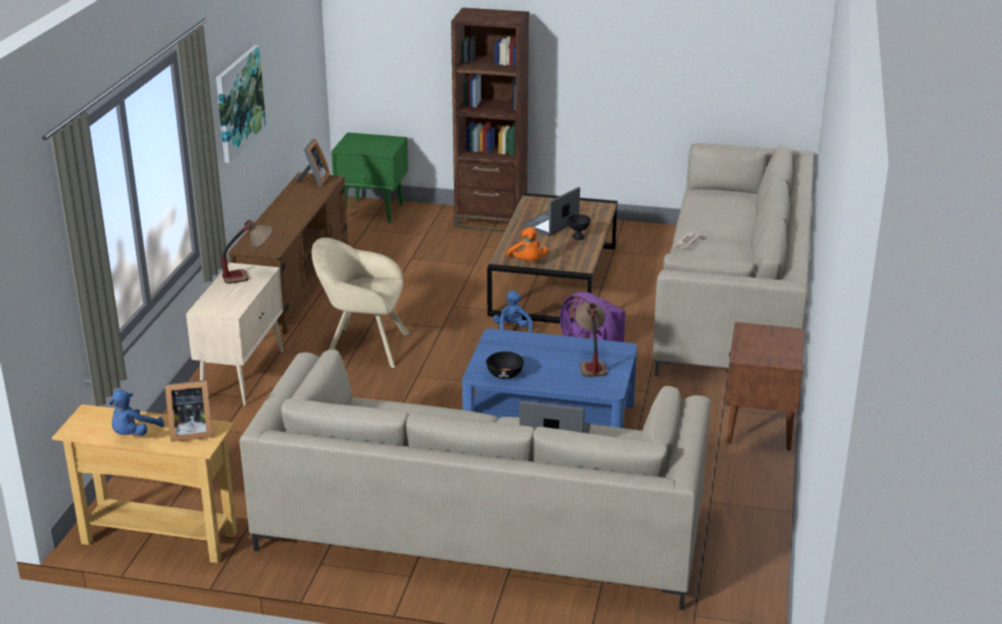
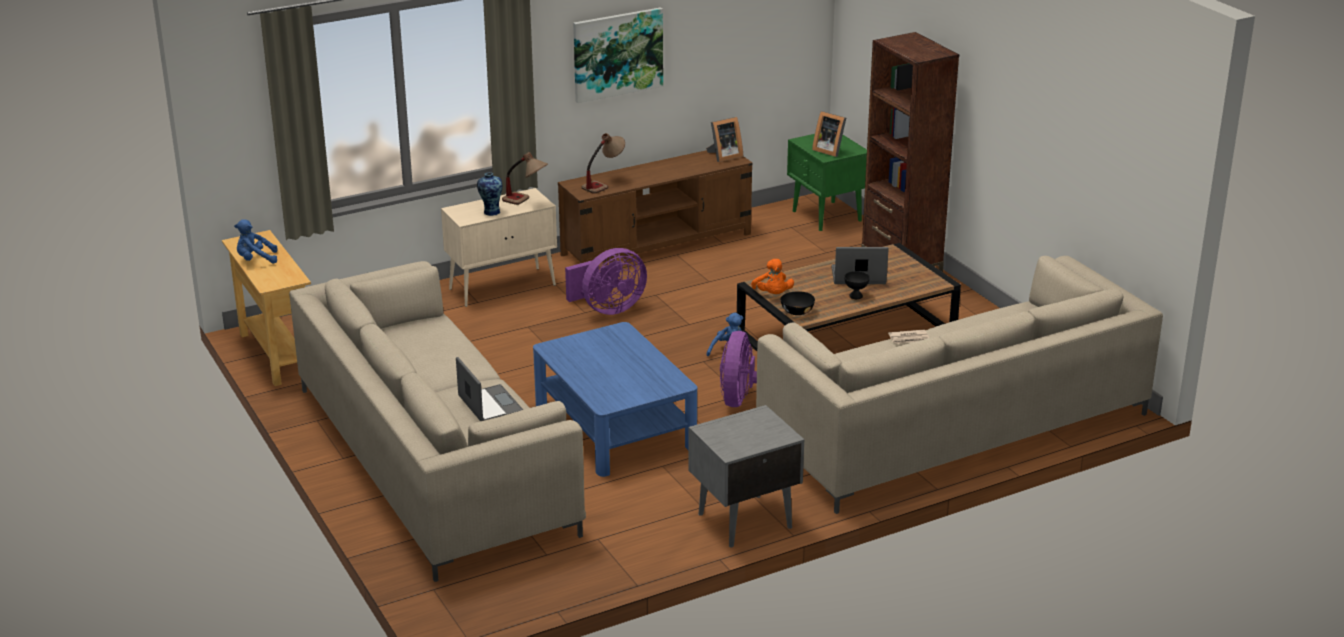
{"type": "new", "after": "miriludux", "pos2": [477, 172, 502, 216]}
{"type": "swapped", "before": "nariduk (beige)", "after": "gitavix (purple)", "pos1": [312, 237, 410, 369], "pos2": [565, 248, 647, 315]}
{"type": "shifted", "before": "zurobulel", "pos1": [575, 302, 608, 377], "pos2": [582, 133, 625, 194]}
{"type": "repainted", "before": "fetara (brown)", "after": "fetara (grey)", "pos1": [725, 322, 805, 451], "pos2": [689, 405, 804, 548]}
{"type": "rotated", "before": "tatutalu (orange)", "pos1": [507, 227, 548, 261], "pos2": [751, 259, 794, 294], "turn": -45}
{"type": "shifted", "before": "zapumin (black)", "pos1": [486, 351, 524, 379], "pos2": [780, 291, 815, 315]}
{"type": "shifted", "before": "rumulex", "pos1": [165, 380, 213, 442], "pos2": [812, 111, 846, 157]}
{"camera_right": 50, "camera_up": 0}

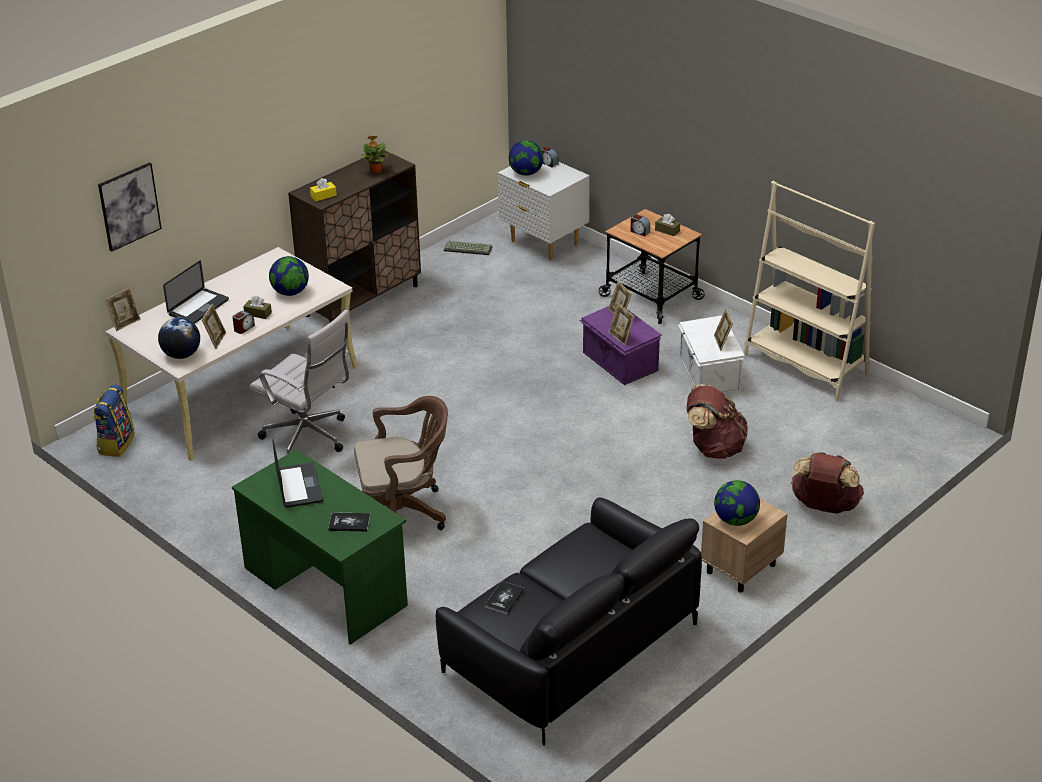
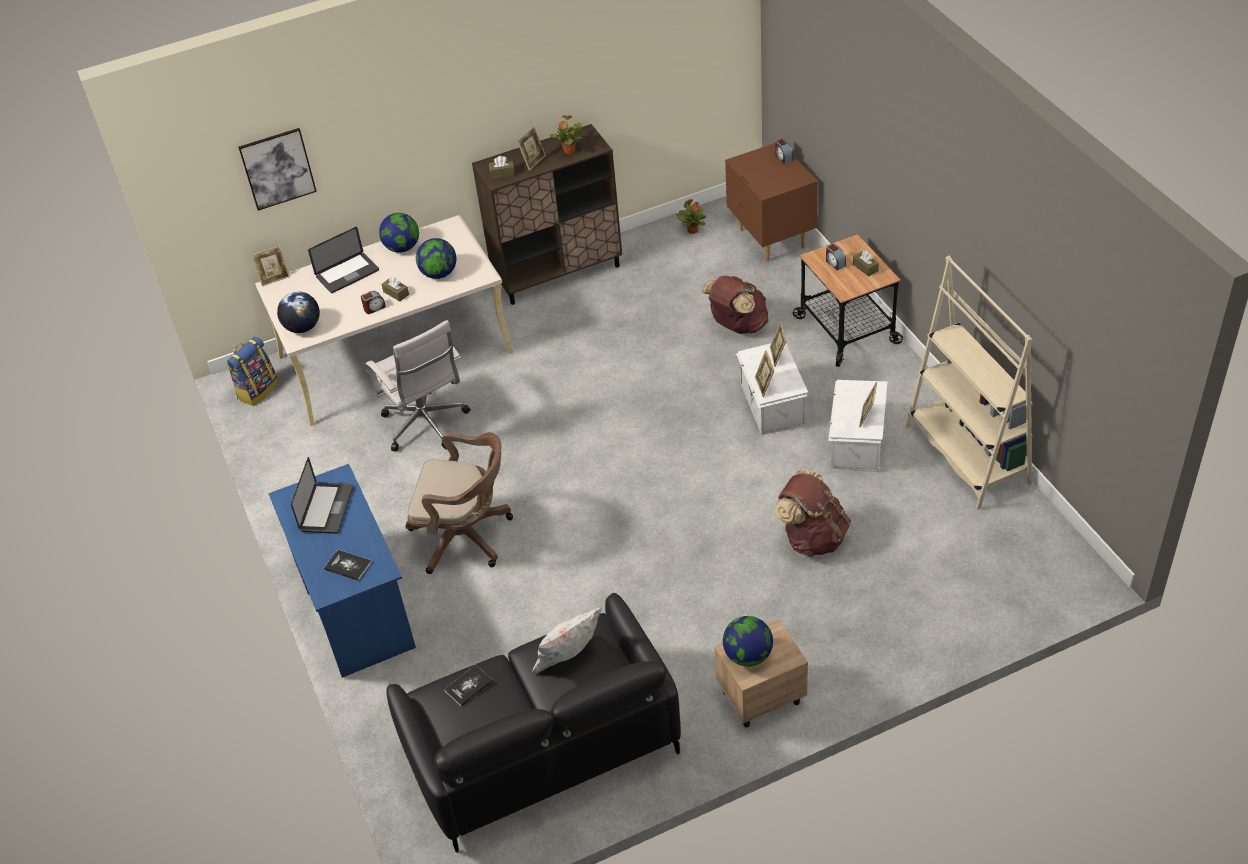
{"type": "repainted", "before": "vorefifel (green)", "after": "vorefifel (blue)", "pos1": [232, 449, 408, 645], "pos2": [268, 464, 416, 678]}
{"type": "shifted", "before": "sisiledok", "pos1": [509, 140, 544, 176], "pos2": [379, 213, 419, 253]}
{"type": "repainted", "before": "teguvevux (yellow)", "after": "teguvevux (brown)", "pos1": [310, 178, 337, 201], "pos2": [489, 156, 515, 179]}
{"type": "shifted", "before": "rumulex", "pos1": [202, 304, 226, 349], "pos2": [517, 126, 546, 171]}
{"type": "new", "after": "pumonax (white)", "pos2": [532, 608, 602, 673]}
{"type": "swapped", "before": "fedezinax", "after": "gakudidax", "pos1": [444, 241, 493, 255], "pos2": [676, 199, 706, 234]}
{"type": "shifted", "before": "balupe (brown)", "pos1": [791, 452, 864, 514], "pos2": [701, 276, 769, 334]}
{"type": "repainted", "before": "fetara (white)", "after": "fetara (brown)", "pos1": [498, 162, 590, 260], "pos2": [725, 143, 818, 262]}
{"type": "repainted", "before": "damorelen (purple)", "after": "damorelen (white)", "pos1": [579, 306, 662, 385], "pos2": [736, 343, 808, 435]}
{"camera_right": 25, "camera_up": 10}

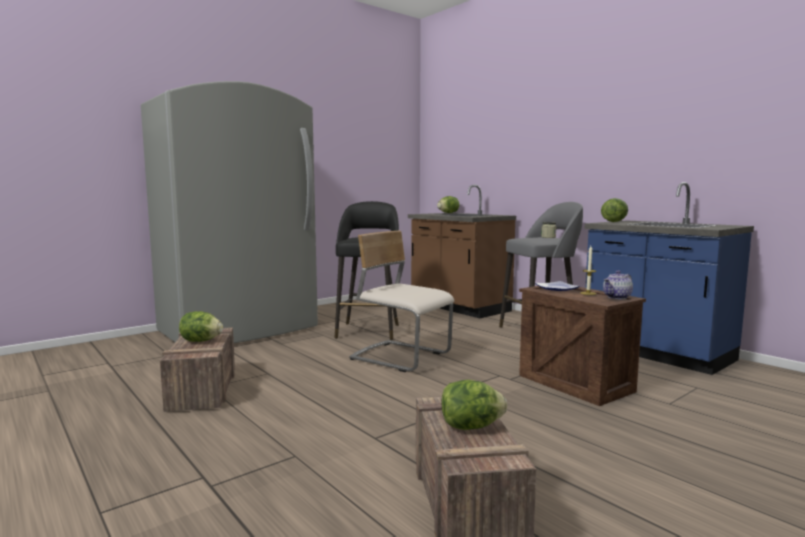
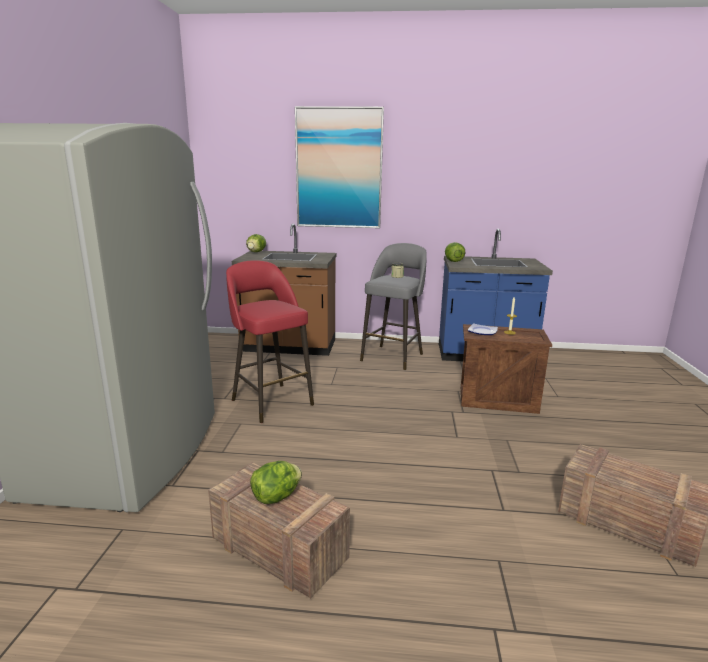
{"type": "repainted", "before": "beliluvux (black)", "after": "beliluvux (red)", "pos1": [335, 201, 399, 340], "pos2": [226, 260, 314, 423]}
{"type": "new", "after": "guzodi", "pos2": [295, 106, 384, 228]}
{"type": "gone", "before": "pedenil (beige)", "pos1": [349, 231, 454, 372]}
{"type": "gone", "before": "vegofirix", "pos1": [442, 380, 507, 430]}
{"type": "gone", "before": "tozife", "pos1": [603, 270, 633, 299]}
{"camera_right": -45, "camera_up": 10}

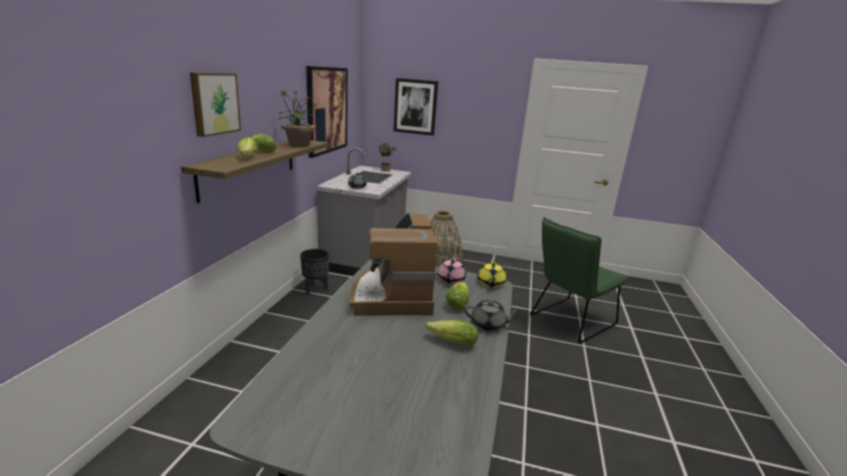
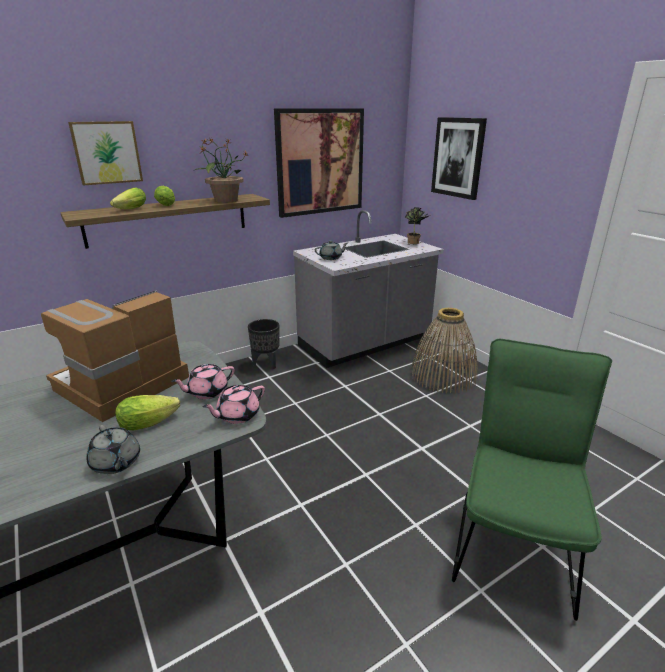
{"type": "repainted", "before": "tozife (yellow)", "after": "tozife (pink)", "pos1": [477, 261, 506, 288], "pos2": [202, 385, 265, 424]}
{"type": "rotated", "before": "pedenil (green)", "pos1": [530, 217, 628, 343], "pos2": [452, 339, 612, 621], "turn": 105}
{"type": "gone", "before": "vegofirix", "pos1": [426, 320, 478, 346]}
{"camera_right": 45, "camera_up": 5}

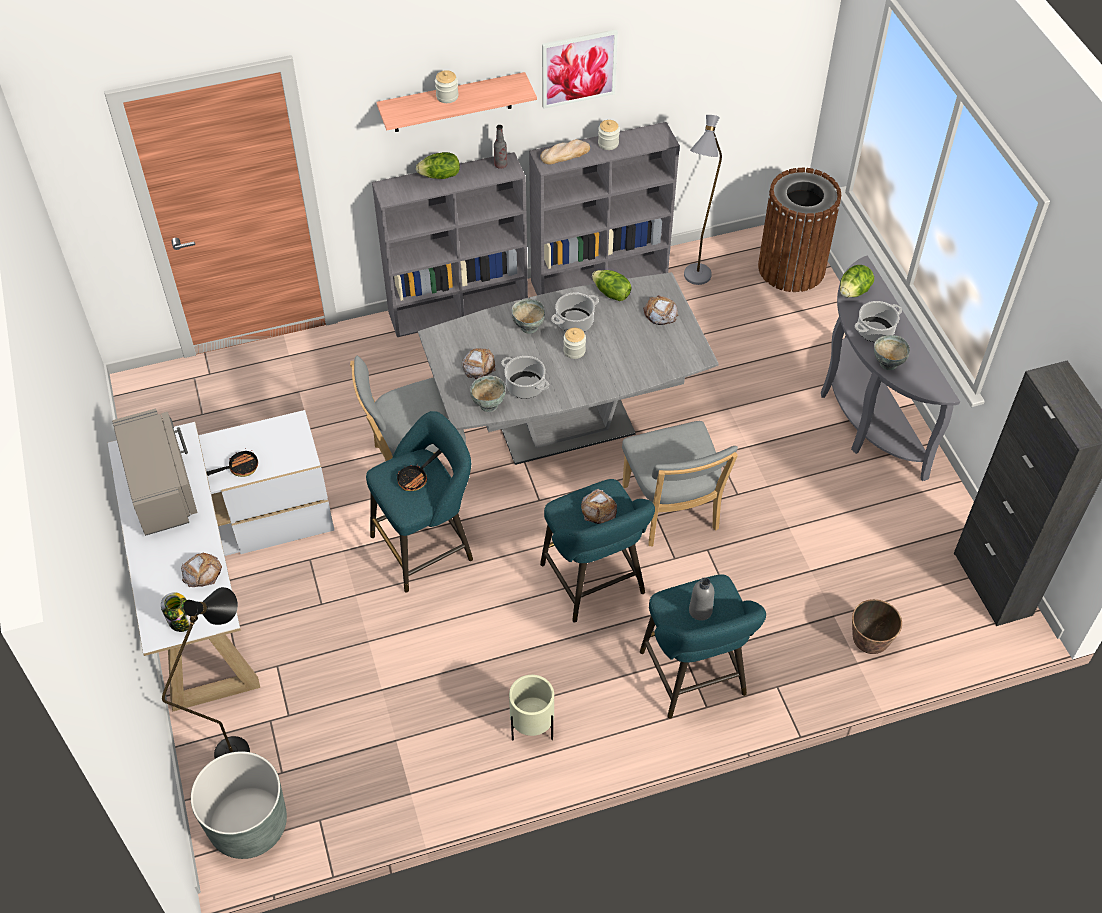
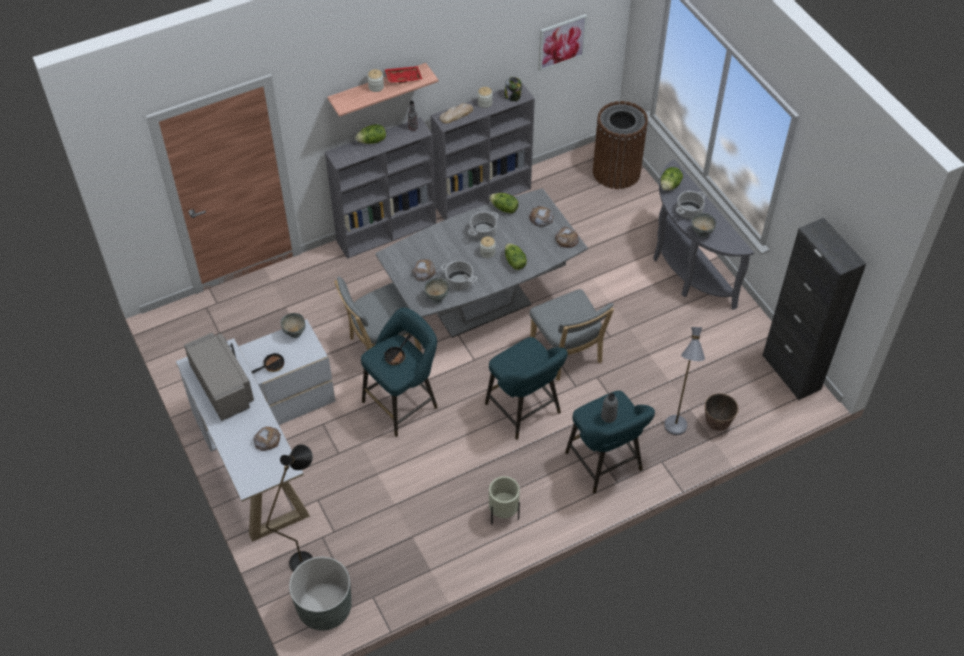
{"type": "shifted", "before": "zapumin (grey)", "pos1": [512, 299, 545, 334], "pos2": [280, 313, 305, 338]}
{"type": "new", "after": "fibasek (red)", "pos2": [385, 66, 423, 83]}
{"type": "shifted", "before": "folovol", "pos1": [161, 592, 191, 632], "pos2": [505, 77, 522, 101]}
{"type": "new", "after": "vegofirix", "pos2": [505, 243, 527, 270]}
{"type": "shifted", "before": "guzodi", "pos1": [542, 29, 618, 109], "pos2": [539, 14, 587, 71]}
{"type": "shifted", "before": "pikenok", "pos1": [581, 489, 617, 524], "pos2": [555, 226, 579, 248]}
{"type": "shifted", "before": "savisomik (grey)", "pos1": [684, 115, 722, 285], "pos2": [664, 327, 705, 435]}
{"camera_right": -10, "camera_up": 0}

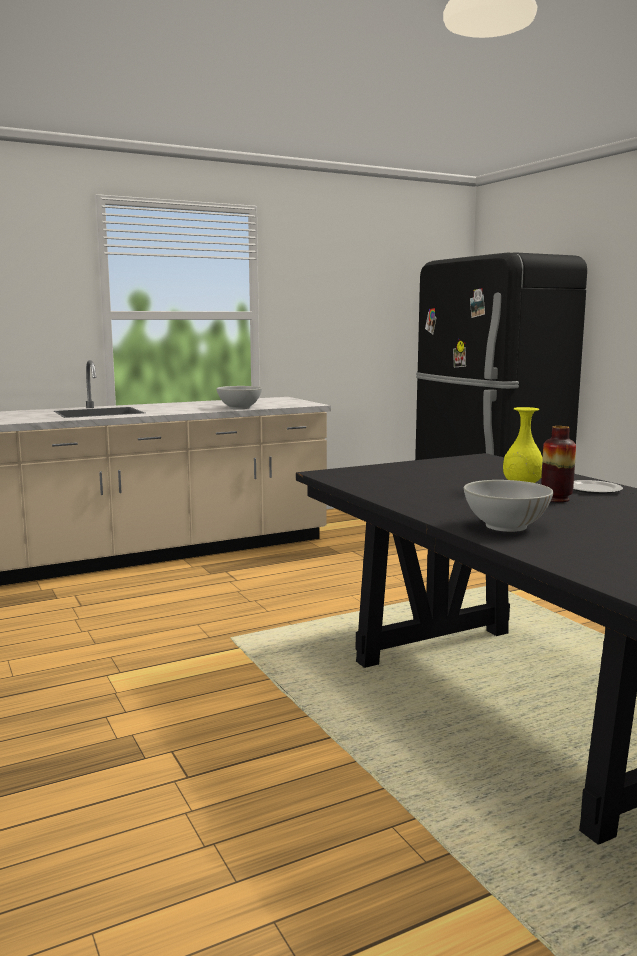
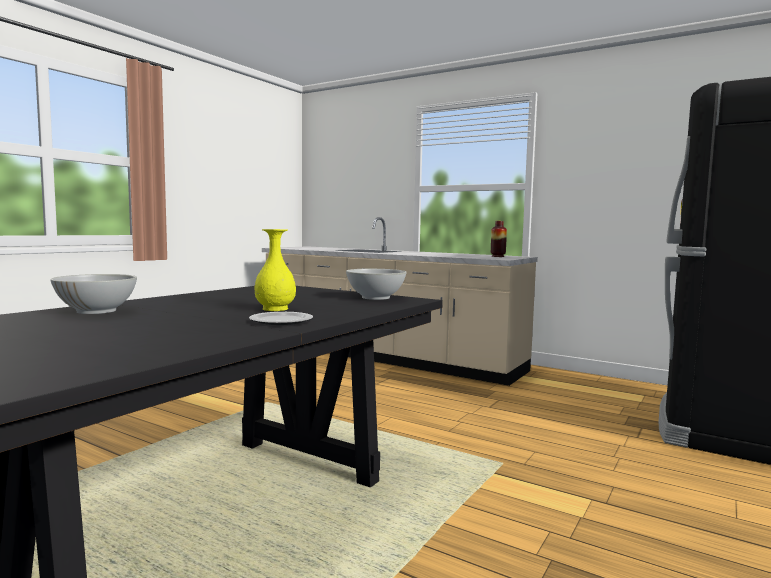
{"type": "shifted", "before": "zapumin (white)", "pos1": [216, 386, 262, 409], "pos2": [346, 269, 406, 300]}
{"type": "shifted", "before": "miriludux", "pos1": [541, 426, 576, 502], "pos2": [491, 221, 507, 257]}
{"camera_right": 60, "camera_up": -5}

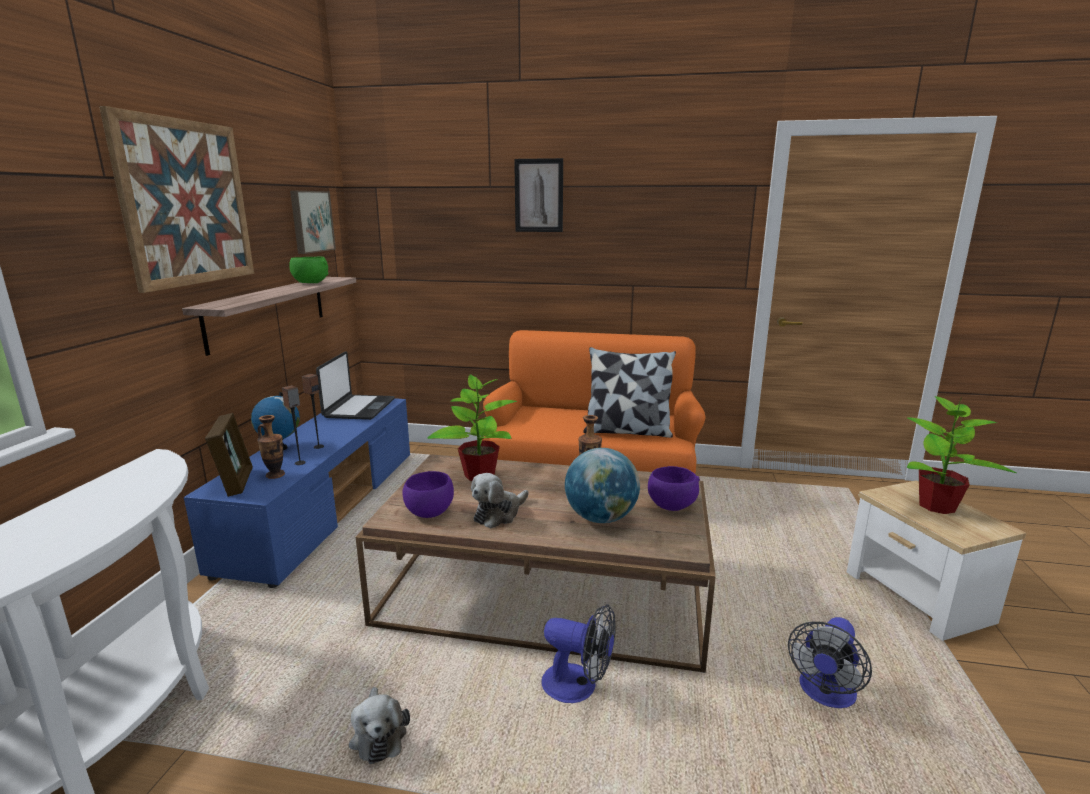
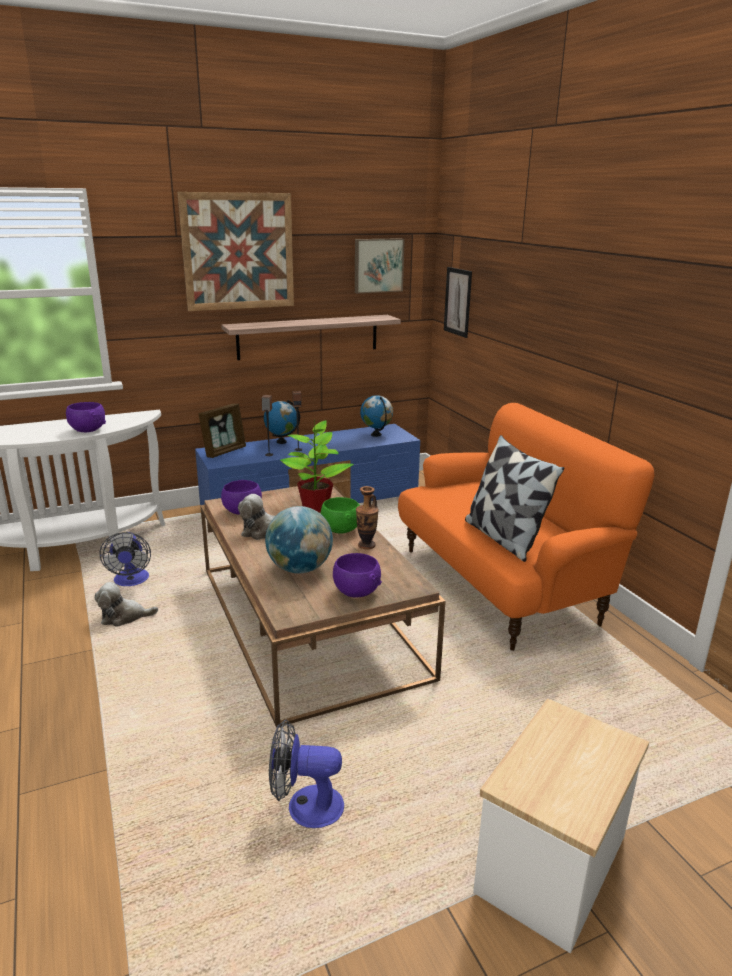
{"type": "new", "after": "zapumin (purple)", "pos2": [66, 402, 106, 432]}
{"type": "rotated", "before": "tatutalu", "pos1": [349, 687, 410, 764], "pos2": [95, 582, 158, 627], "turn": 45}
{"type": "shifted", "before": "gitavix", "pos1": [542, 604, 616, 703], "pos2": [100, 532, 151, 586]}
{"type": "shifted", "before": "zapumin (green)", "pos1": [289, 257, 328, 283], "pos2": [321, 497, 360, 534]}
{"type": "swapped", "before": "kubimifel", "after": "sisiledok", "pos1": [316, 351, 395, 420], "pos2": [360, 395, 393, 437]}
{"type": "shifted", "before": "guzodi", "pos1": [514, 158, 563, 232], "pos2": [444, 267, 472, 338]}
{"type": "gone", "before": "miriludux", "pos1": [257, 415, 285, 479]}
{"type": "gone", "before": "gakudidax", "pos1": [907, 396, 1016, 514]}
{"camera_right": 55, "camera_up": 5}

